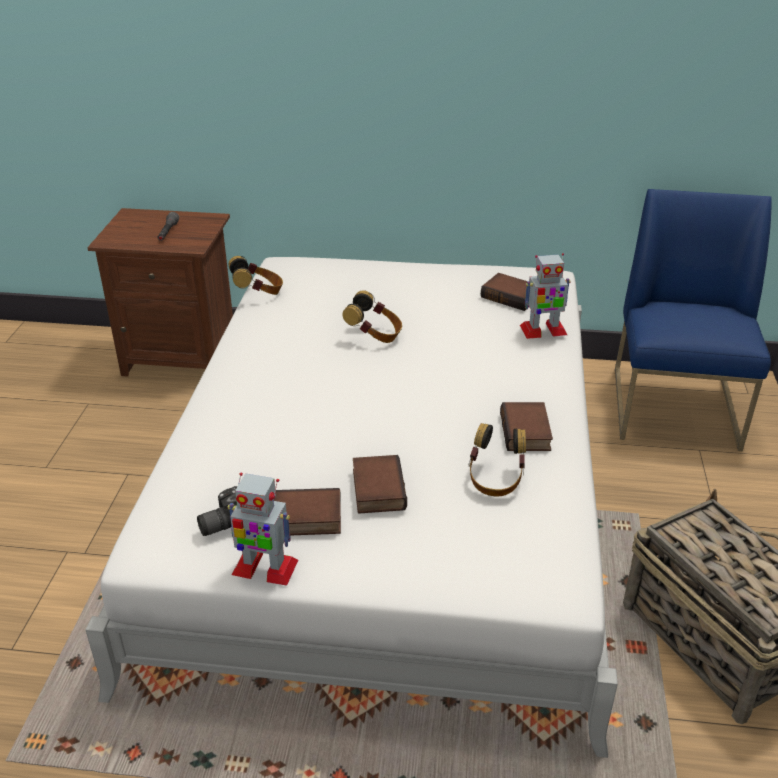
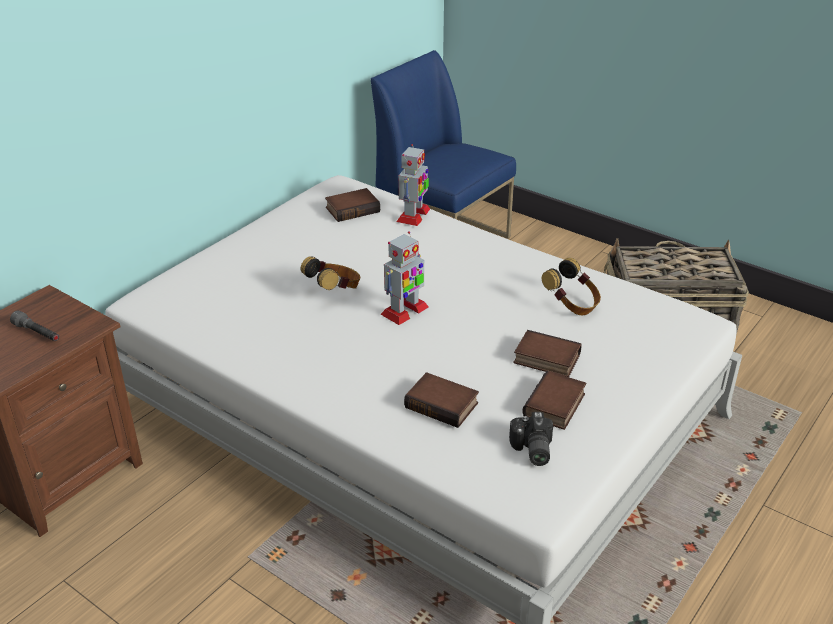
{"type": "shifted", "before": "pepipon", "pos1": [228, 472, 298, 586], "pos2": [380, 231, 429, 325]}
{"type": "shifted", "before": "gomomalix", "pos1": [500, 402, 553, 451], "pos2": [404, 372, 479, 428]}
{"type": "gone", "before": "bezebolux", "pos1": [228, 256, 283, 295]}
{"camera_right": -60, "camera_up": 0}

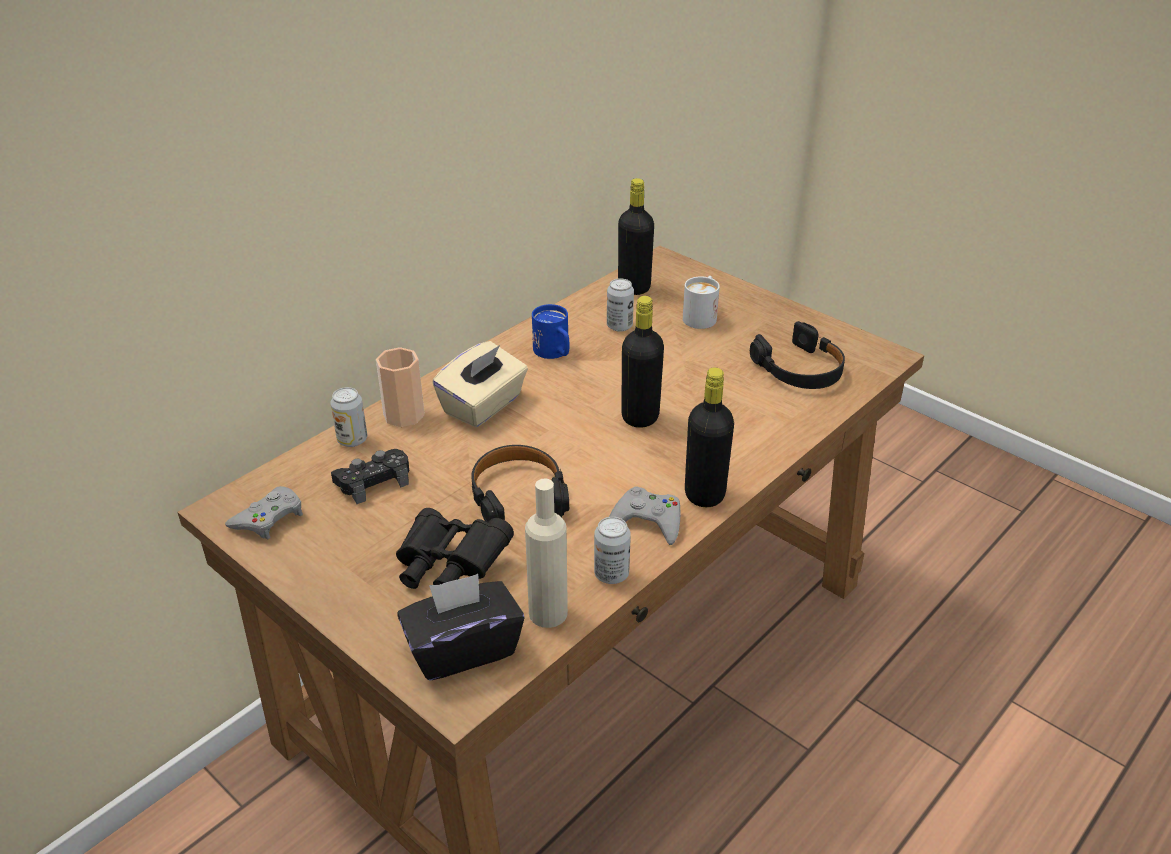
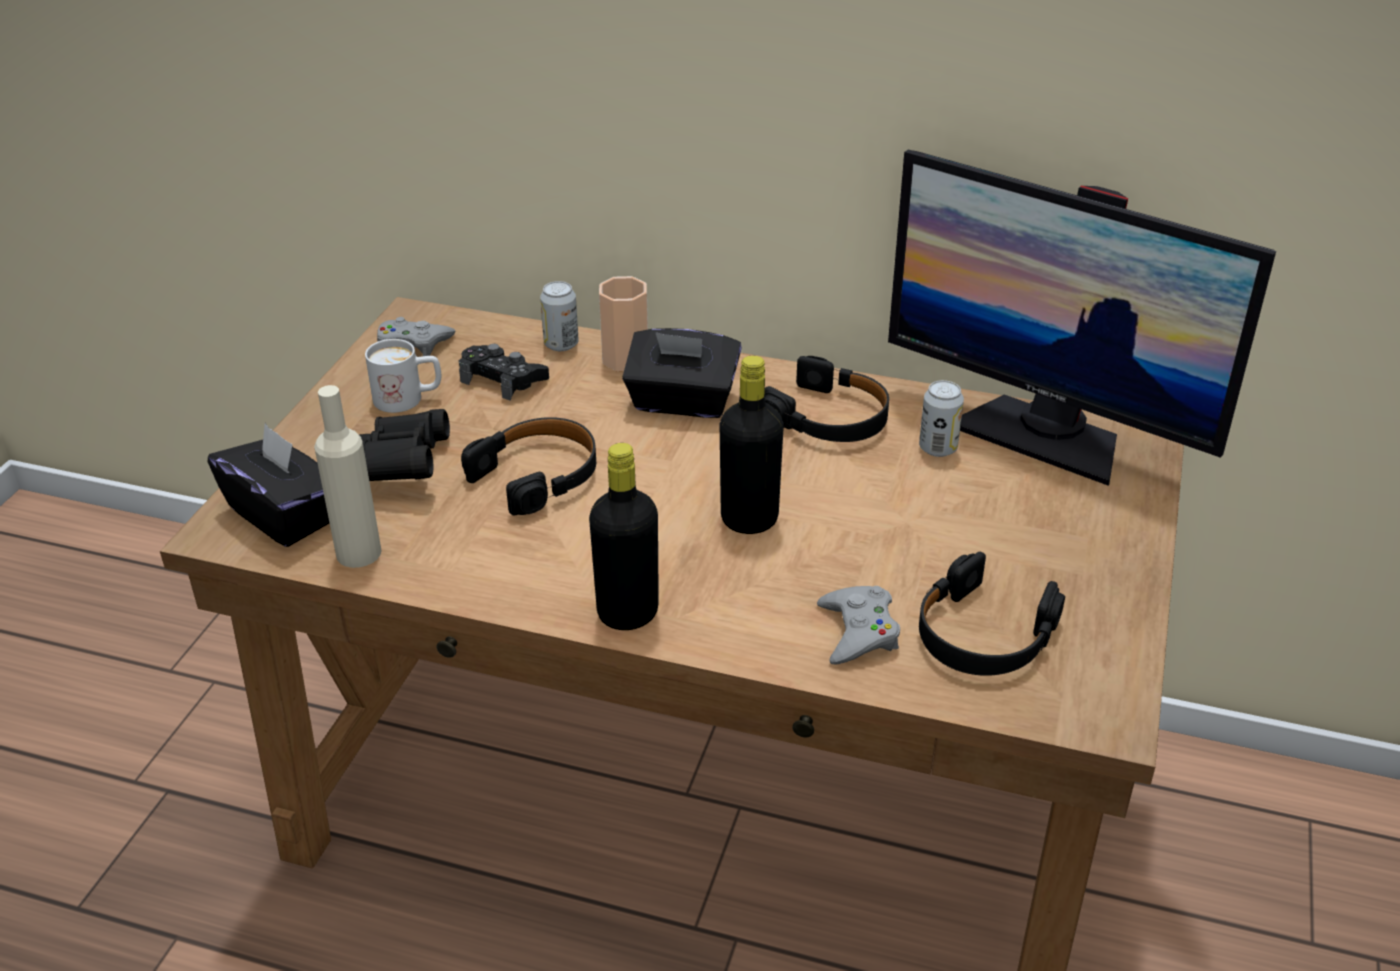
{"type": "shifted", "before": "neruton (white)", "pos1": [683, 276, 720, 329], "pos2": [365, 339, 441, 413]}
{"type": "repainted", "before": "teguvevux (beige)", "after": "teguvevux (black)", "pos1": [432, 341, 528, 427], "pos2": [622, 328, 742, 418]}
{"type": "swapped", "before": "neruton (blue)", "after": "bezebolux (black)", "pos1": [532, 304, 569, 359], "pos2": [764, 356, 889, 442]}
{"type": "shifted", "before": "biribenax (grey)", "pos1": [609, 487, 680, 545], "pos2": [817, 586, 900, 664]}
{"type": "swapped", "before": "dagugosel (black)", "after": "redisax", "pos1": [618, 178, 654, 295], "pos2": [888, 150, 1276, 486]}
{"type": "gone", "before": "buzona", "pos1": [594, 517, 631, 584]}
{"camera_right": 65, "camera_up": 0}

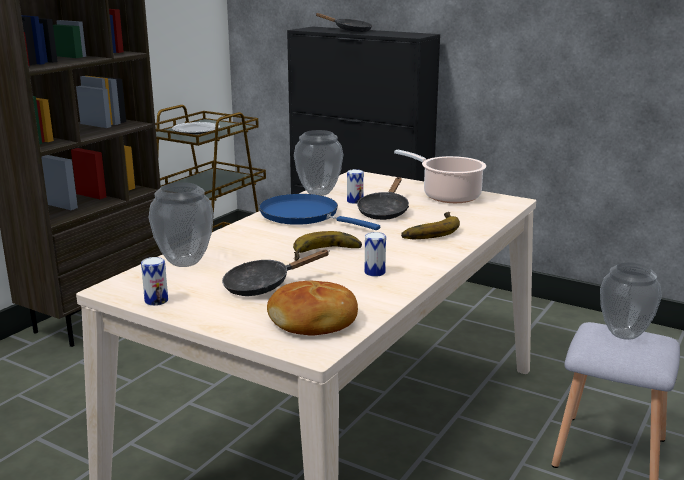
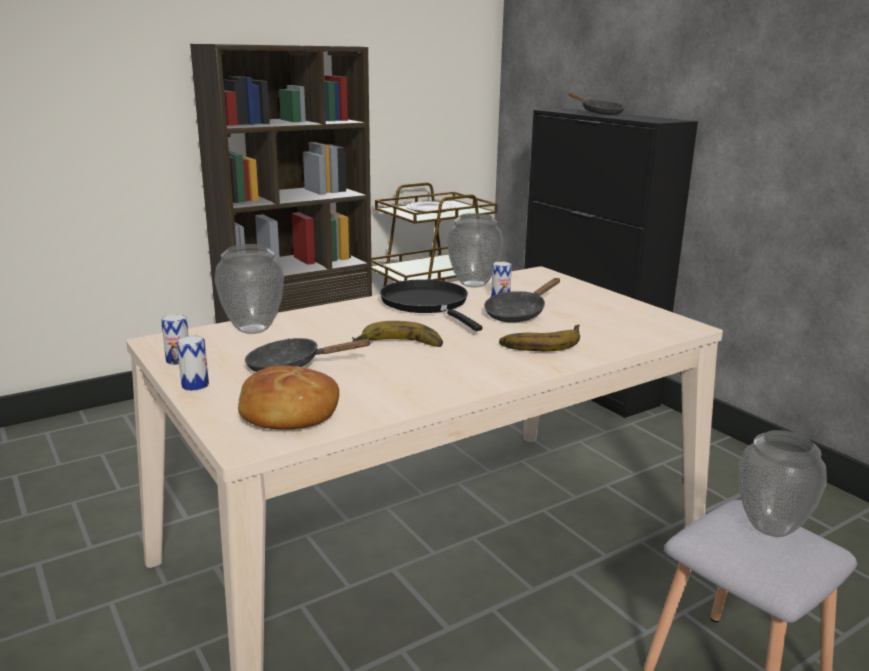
{"type": "shifted", "before": "buzona", "pos1": [365, 232, 386, 277], "pos2": [177, 336, 209, 391]}
{"type": "repainted", "before": "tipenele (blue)", "after": "tipenele (black)", "pos1": [259, 194, 380, 230], "pos2": [380, 279, 483, 331]}
{"type": "gone", "before": "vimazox", "pos1": [394, 150, 486, 203]}
{"camera_right": 25, "camera_up": 0}

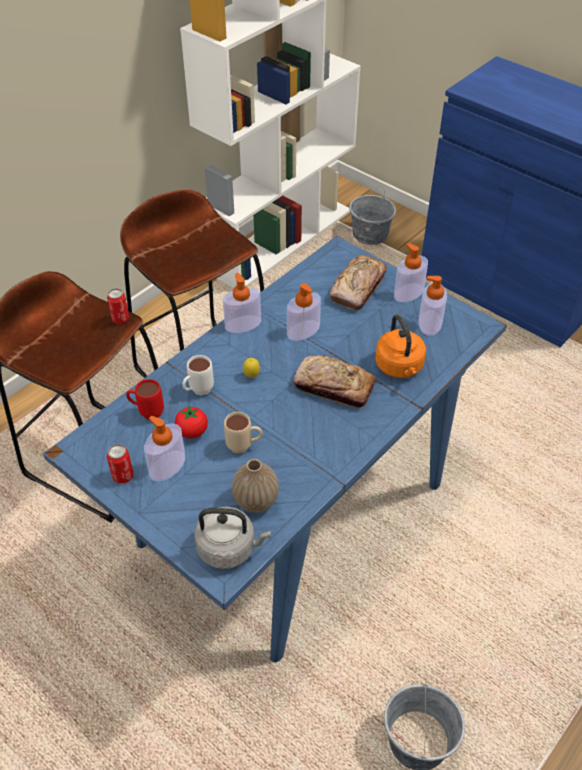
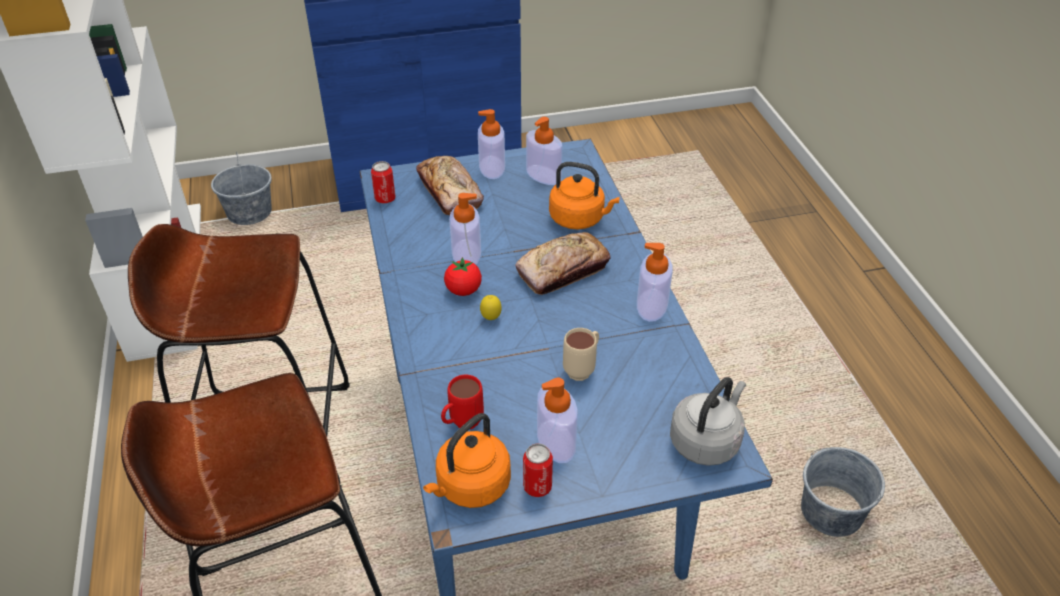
{"type": "shifted", "before": "buzona", "pos1": [107, 288, 129, 324], "pos2": [371, 161, 395, 203]}
{"type": "new", "after": "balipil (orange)", "pos2": [423, 413, 511, 508]}
{"type": "shifted", "before": "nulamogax", "pos1": [175, 405, 208, 438], "pos2": [444, 257, 482, 296]}
{"type": "shifted", "before": "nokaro", "pos1": [223, 273, 261, 333], "pos2": [637, 243, 673, 322]}
{"type": "gone", "before": "neruton (white)", "pos1": [182, 355, 214, 395]}
{"type": "gone", "before": "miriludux", "pos1": [232, 459, 279, 513]}
{"camera_right": -55, "camera_up": -5}

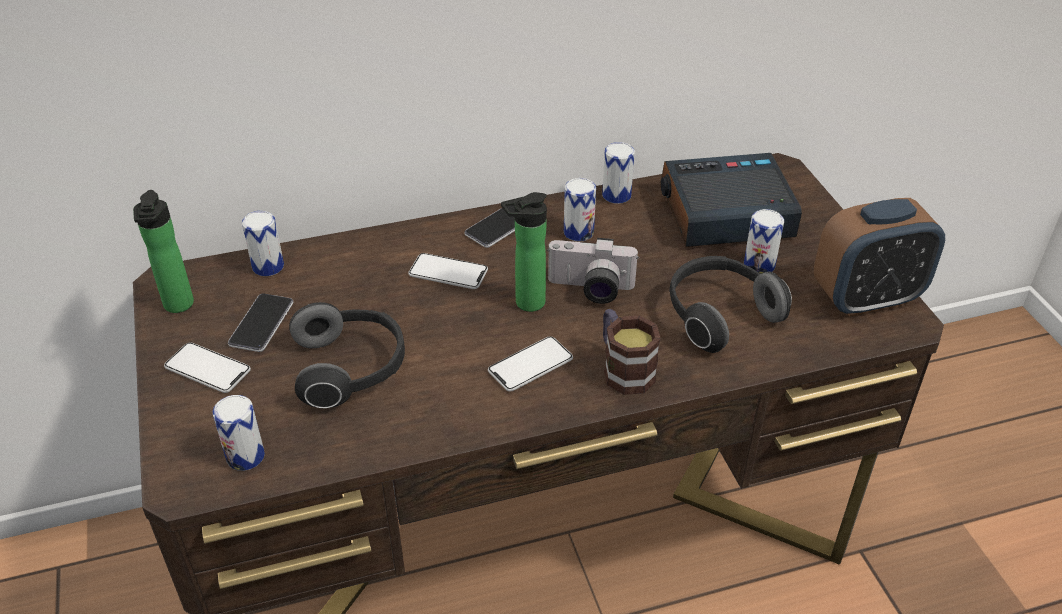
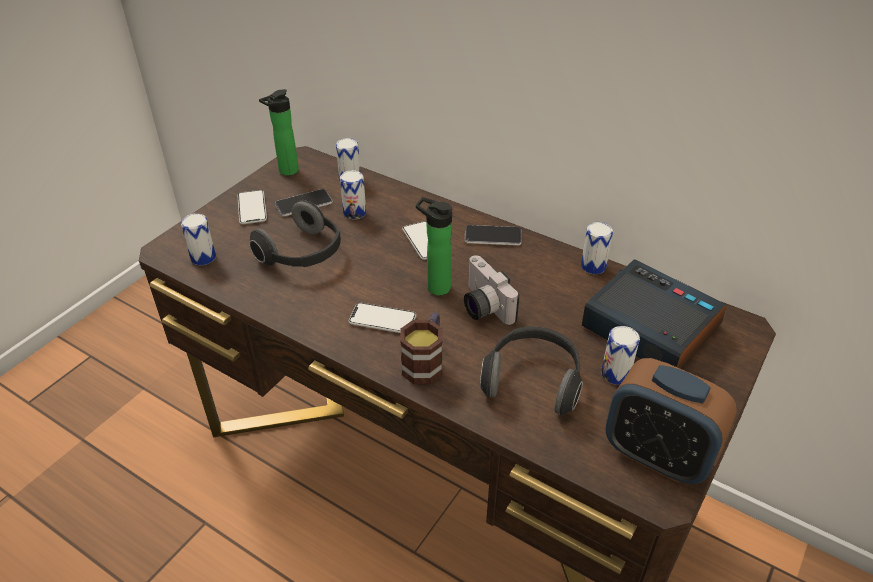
{"type": "shifted", "before": "buzona", "pos1": [564, 178, 596, 242], "pos2": [340, 170, 366, 220]}
{"camera_right": 50, "camera_up": 0}

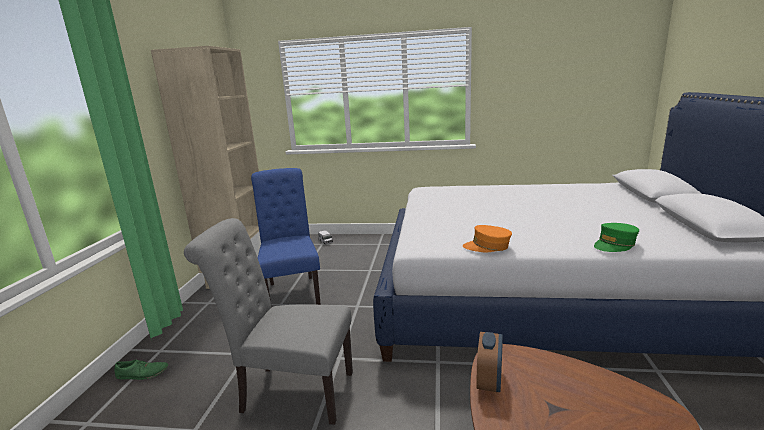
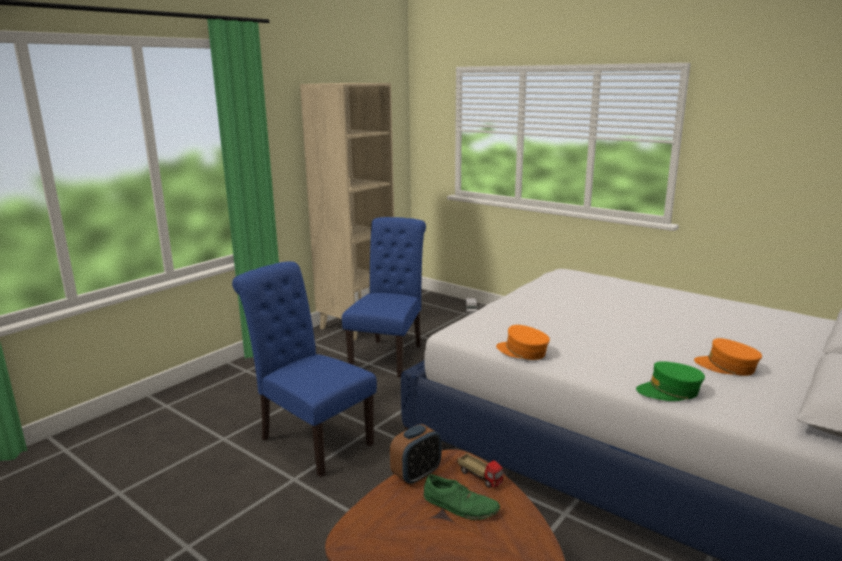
{"type": "repainted", "before": "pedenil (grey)", "after": "pedenil (blue)", "pos1": [184, 218, 353, 425], "pos2": [232, 261, 377, 477]}
{"type": "shifted", "before": "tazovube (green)", "pos1": [114, 360, 168, 380], "pos2": [424, 474, 500, 520]}
{"type": "new", "after": "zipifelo", "pos2": [458, 453, 505, 488]}
{"type": "new", "after": "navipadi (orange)", "pos2": [694, 338, 762, 376]}
{"camera_right": 30, "camera_up": 0}

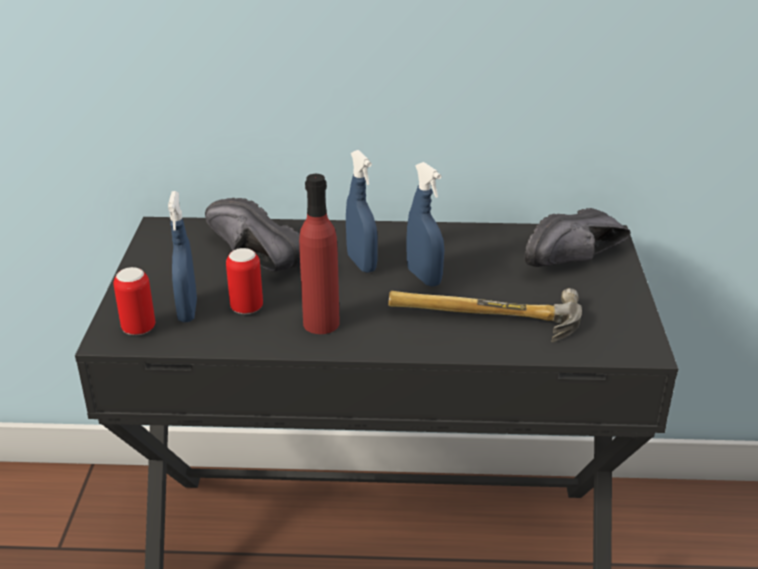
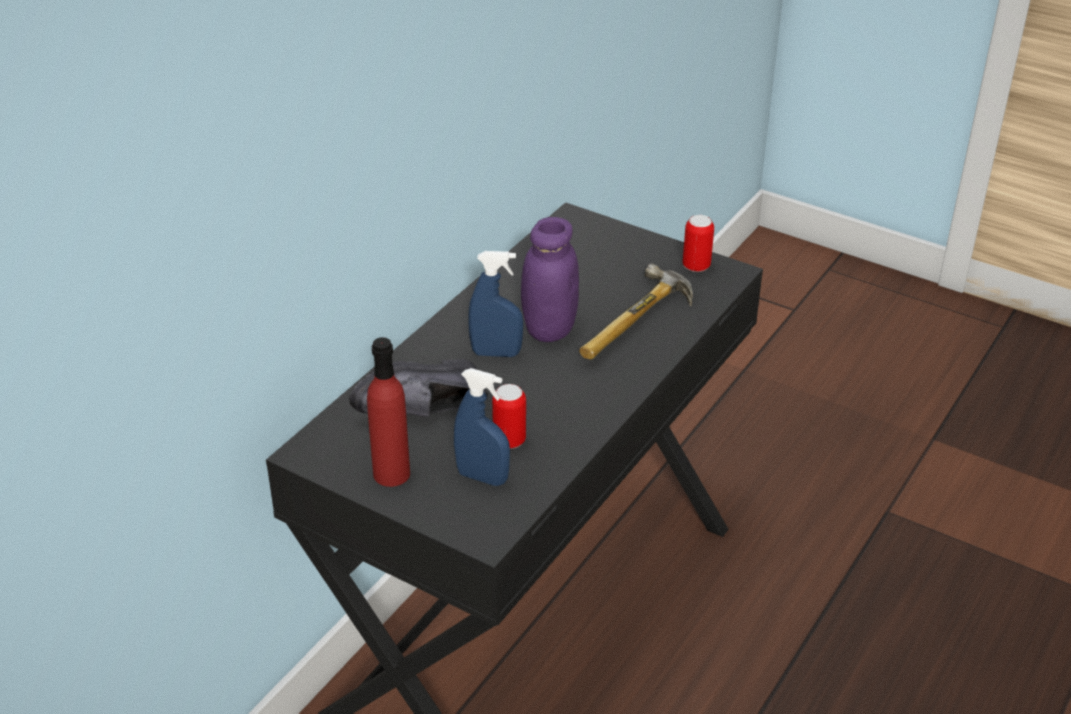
{"type": "shifted", "before": "dagugosel (red)", "pos1": [299, 174, 340, 334], "pos2": [367, 337, 410, 487]}
{"type": "swapped", "before": "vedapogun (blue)", "after": "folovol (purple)", "pos1": [406, 162, 444, 287], "pos2": [521, 217, 579, 342]}
{"type": "shifted", "before": "buzona", "pos1": [113, 267, 155, 335], "pos2": [683, 215, 714, 272]}
{"type": "gone", "before": "tazovube (black)", "pos1": [525, 208, 630, 267]}
{"camera_right": -60, "camera_up": 5}

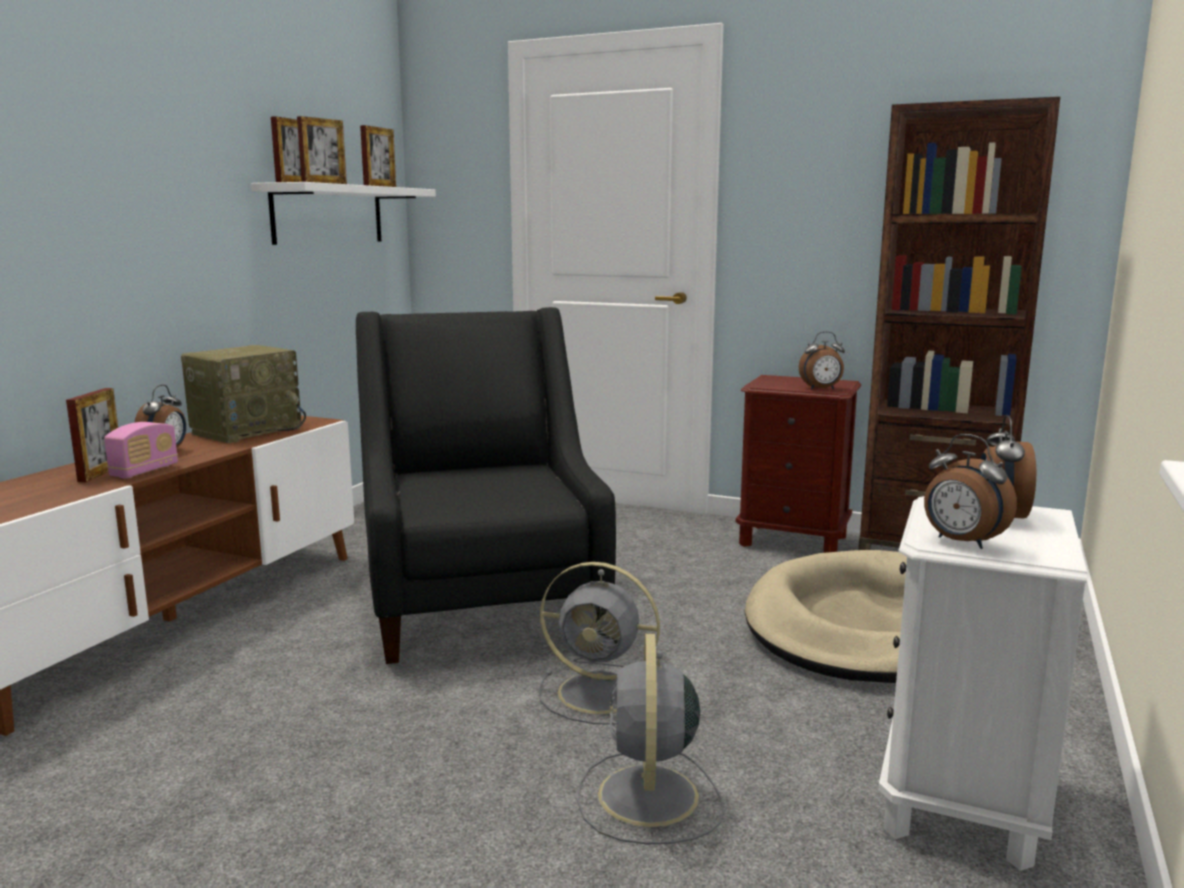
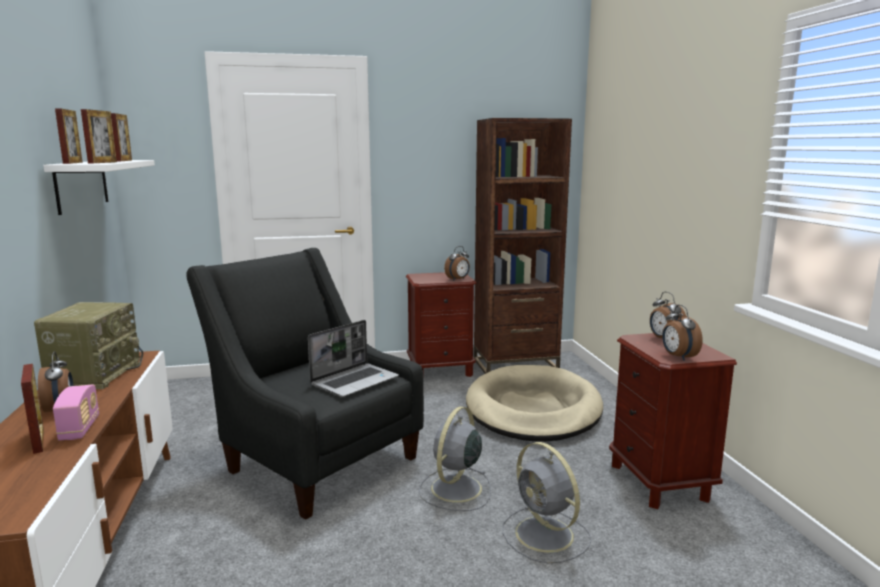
{"type": "new", "after": "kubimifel", "pos2": [308, 320, 399, 397]}
{"type": "rotated", "before": "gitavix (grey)", "pos1": [539, 562, 660, 725], "pos2": [419, 406, 491, 511], "turn": 135}
{"type": "repainted", "before": "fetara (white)", "after": "fetara (brown)", "pos1": [878, 496, 1087, 871], "pos2": [609, 333, 737, 509]}
{"type": "rotated", "before": "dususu", "pos1": [924, 434, 1017, 549], "pos2": [662, 305, 703, 361], "turn": 60}
{"camera_right": -35, "camera_up": 0}

